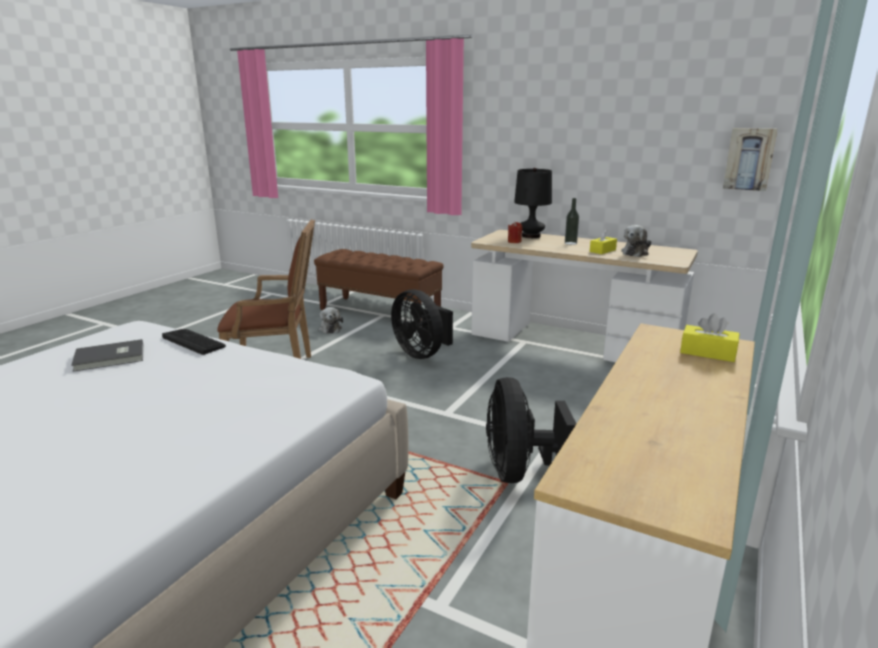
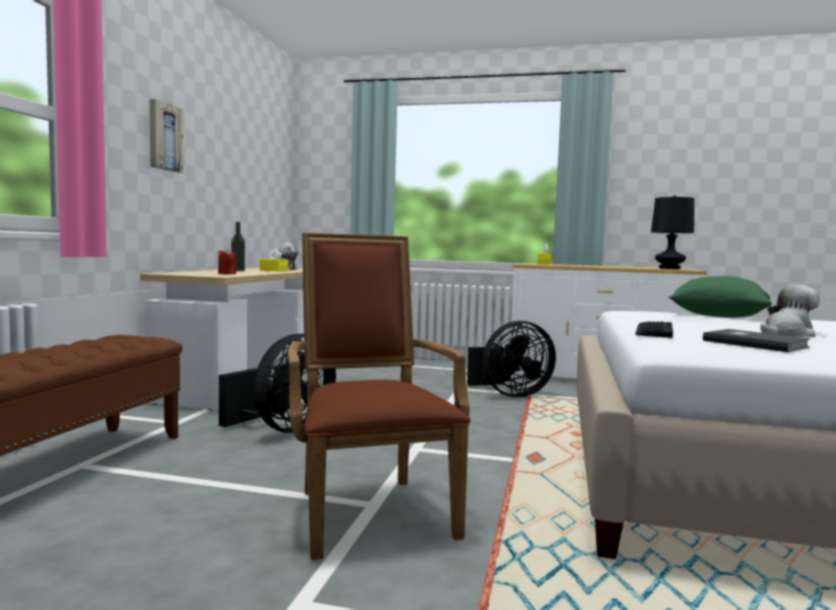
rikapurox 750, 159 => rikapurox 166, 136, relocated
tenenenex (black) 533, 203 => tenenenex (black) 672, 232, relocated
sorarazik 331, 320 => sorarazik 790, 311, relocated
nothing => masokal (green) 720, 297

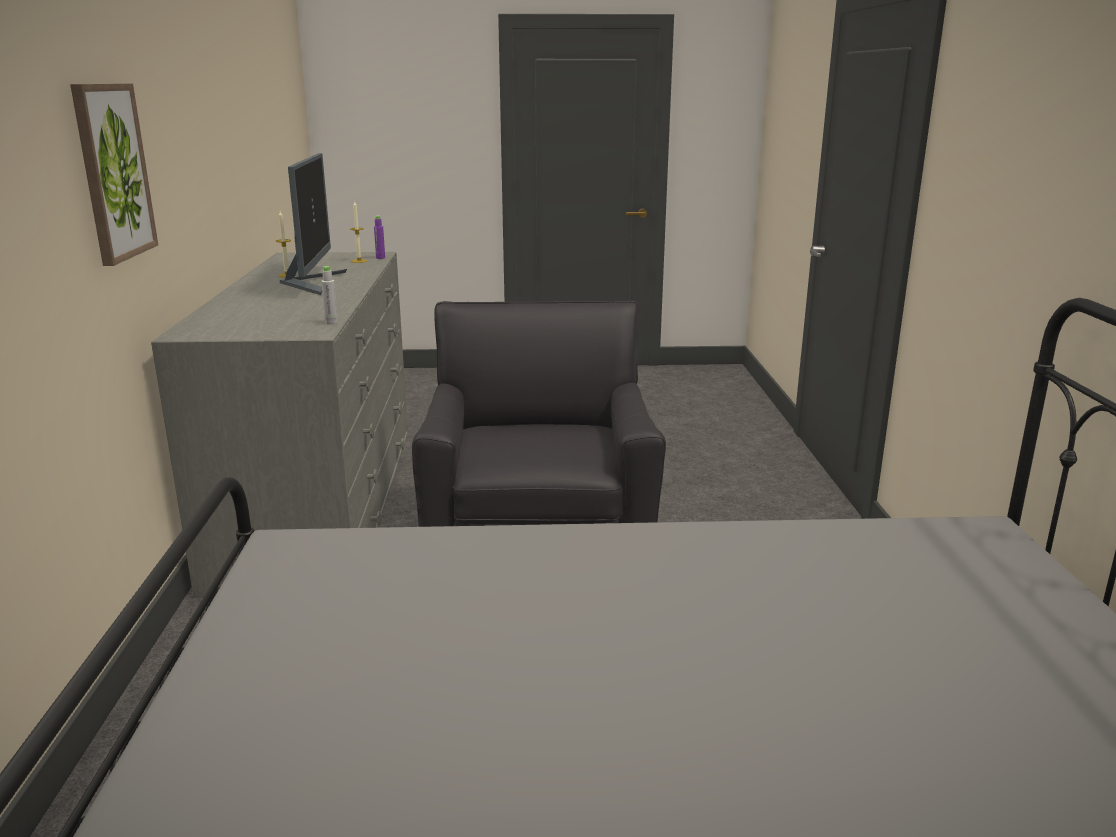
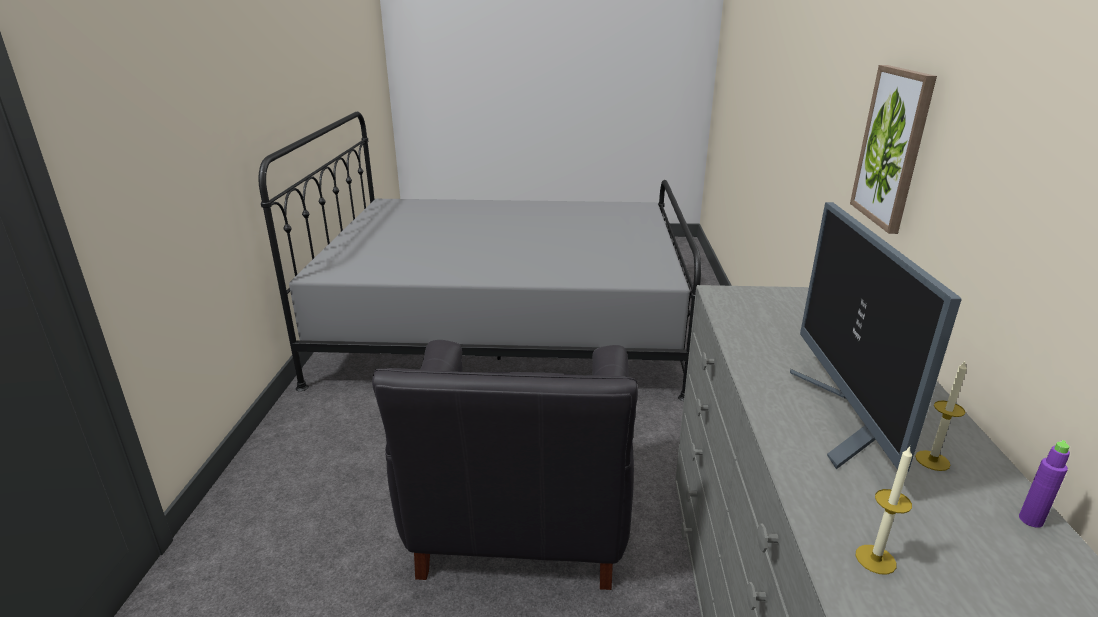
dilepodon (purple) 379, 237 => dilepodon (purple) 1044, 484, relocated
dilepodon (grey) 329, 295 => nothing

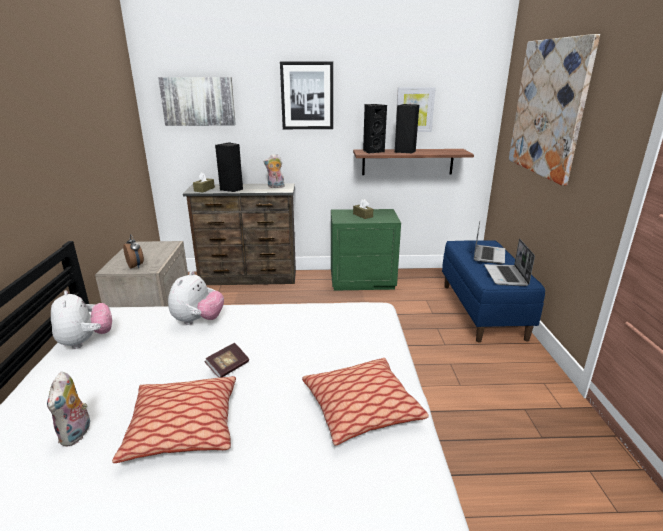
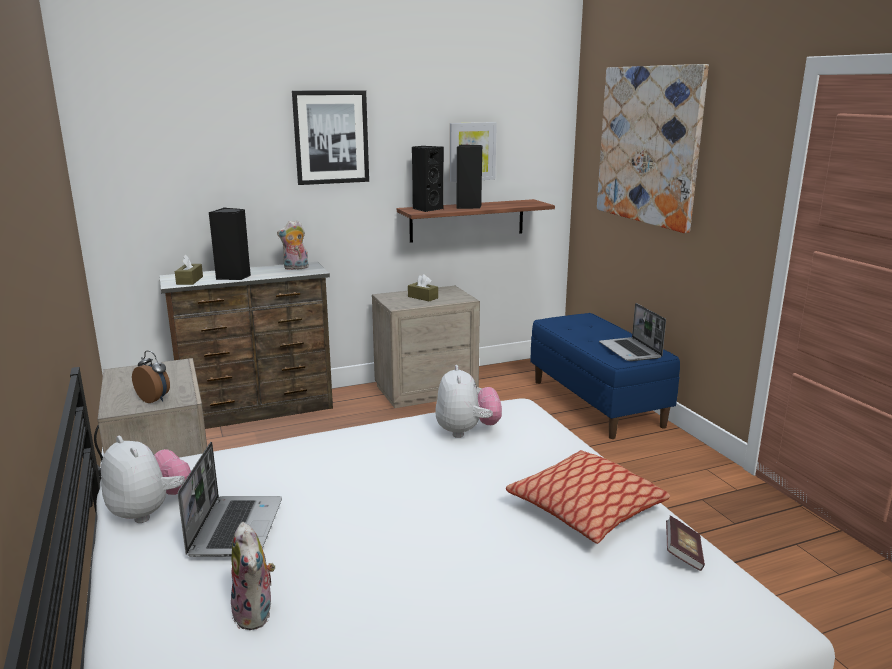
rikapurox 197, 101 => nothing
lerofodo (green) 366, 250 => lerofodo (beige) 426, 347
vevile 489, 243 => vevile 230, 499, relocated
sorarazik 196, 298 => sorarazik 468, 401, relocated
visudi 227, 360 => visudi 685, 543, relocated
masokal 174, 419 => nothing

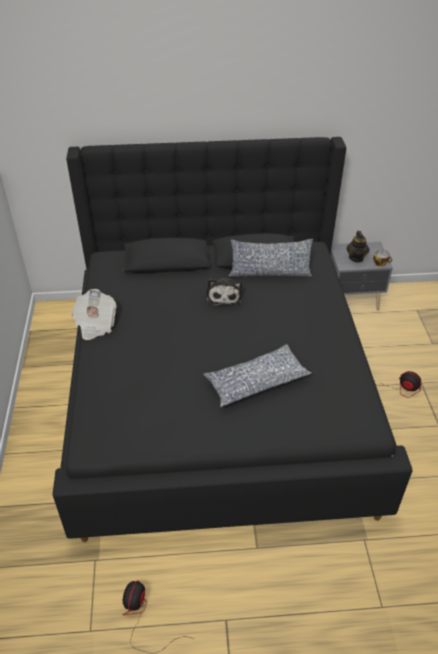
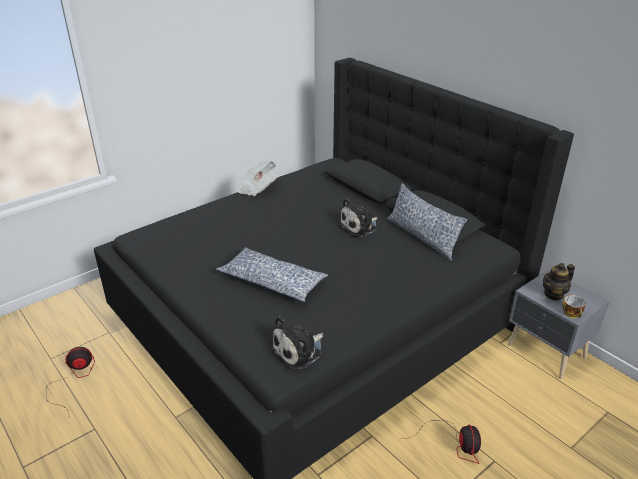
nothing => sorarazik 297, 342

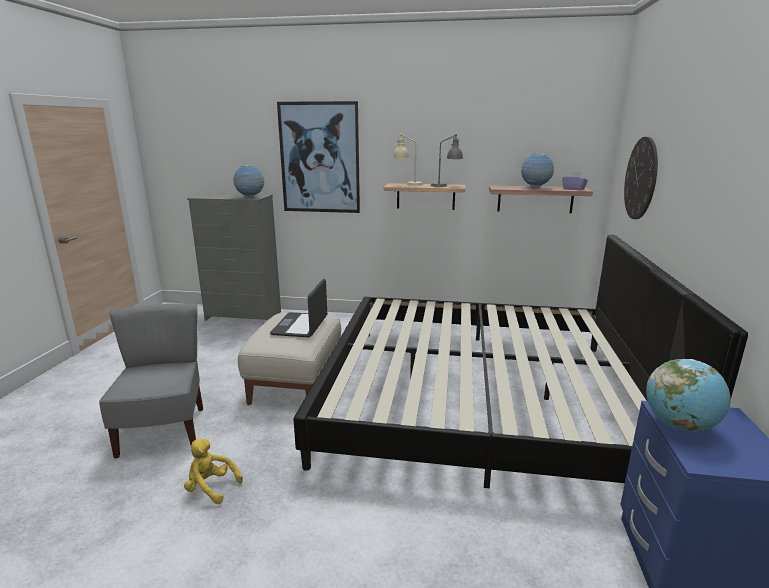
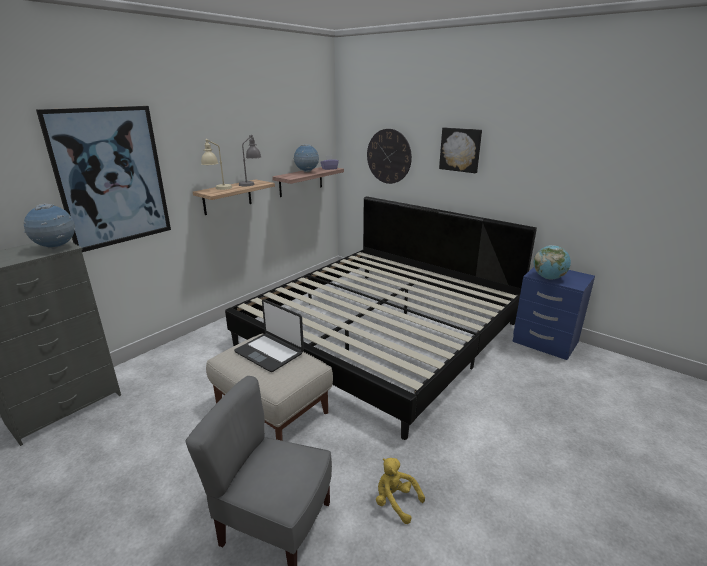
sorarazik (yellow) 213, 471 => sorarazik (yellow) 400, 491, 75 degrees clockwise
nothing => rikapurox 460, 150

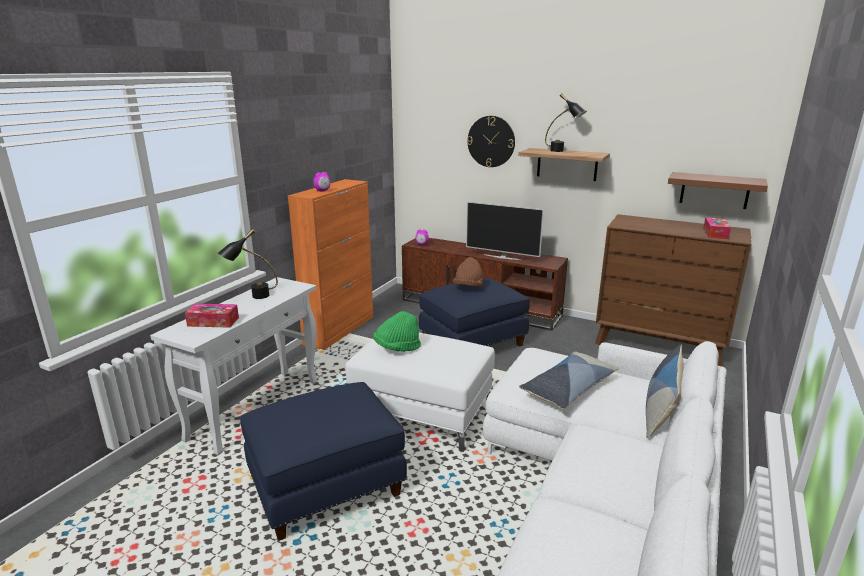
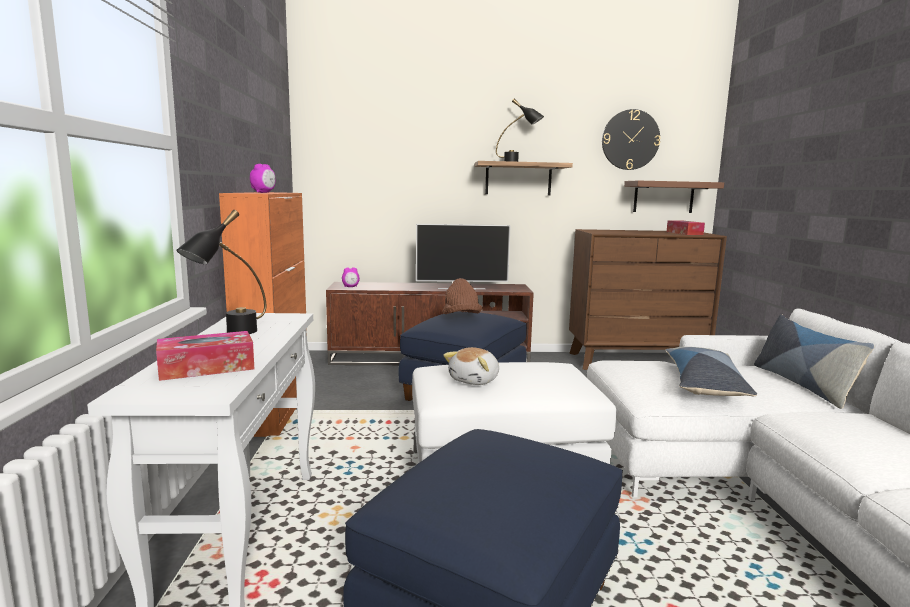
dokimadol 491, 141 => dokimadol 631, 139, relocated
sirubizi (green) 397, 331 => sorarazik 471, 366

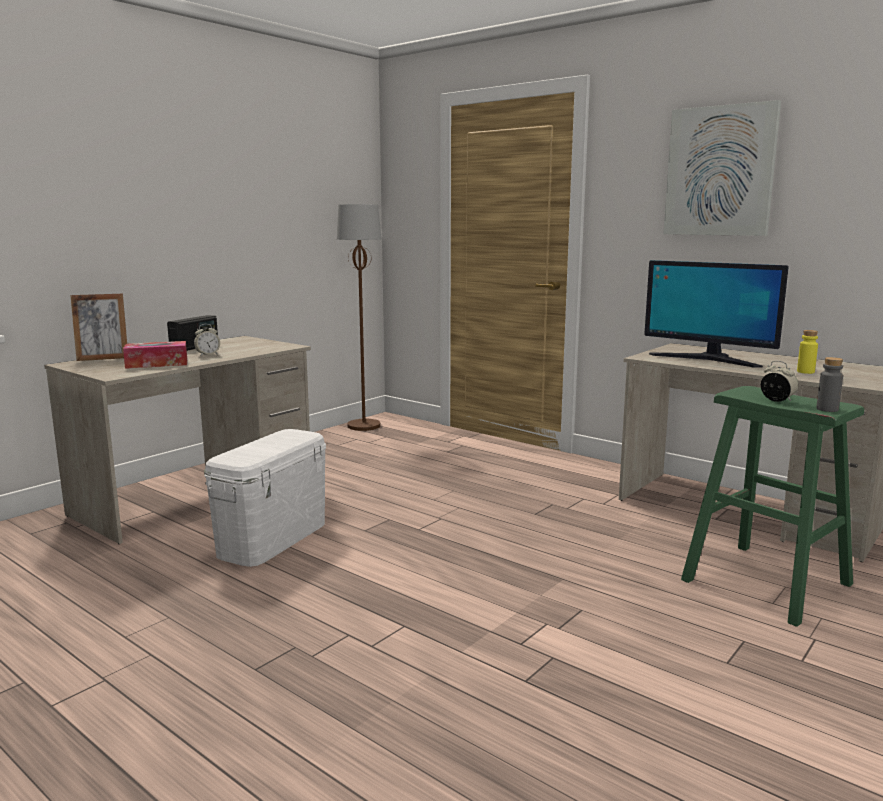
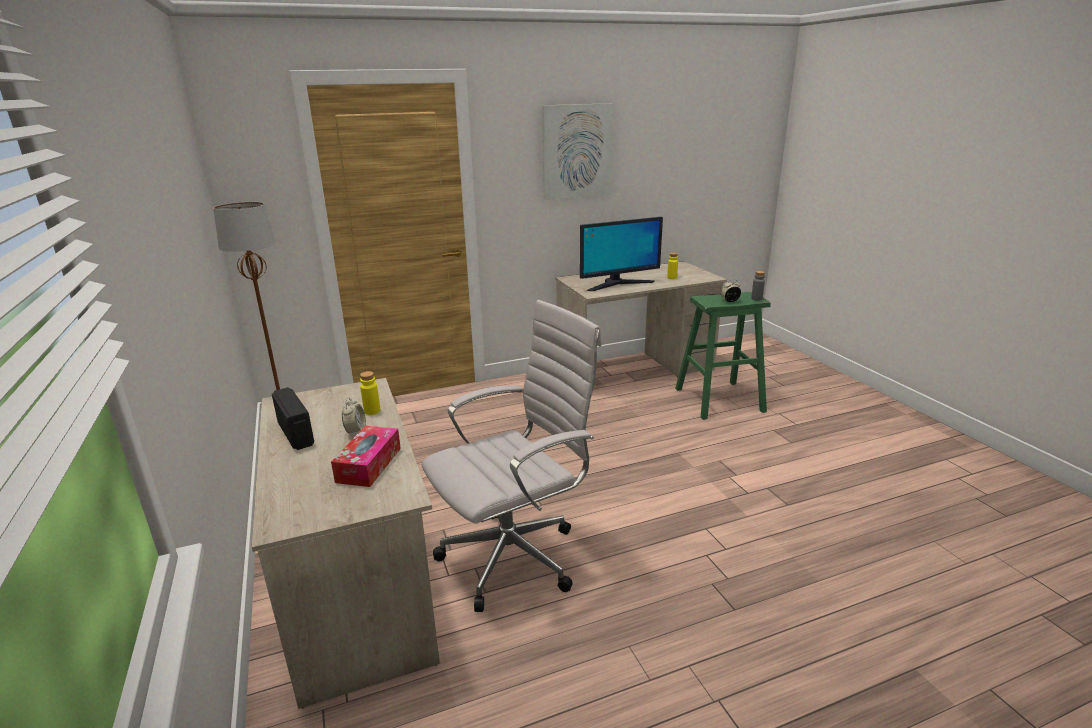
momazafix 98, 327 => nothing
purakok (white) 265, 498 => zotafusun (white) 512, 456
nothing => dilepodon (yellow) 370, 393

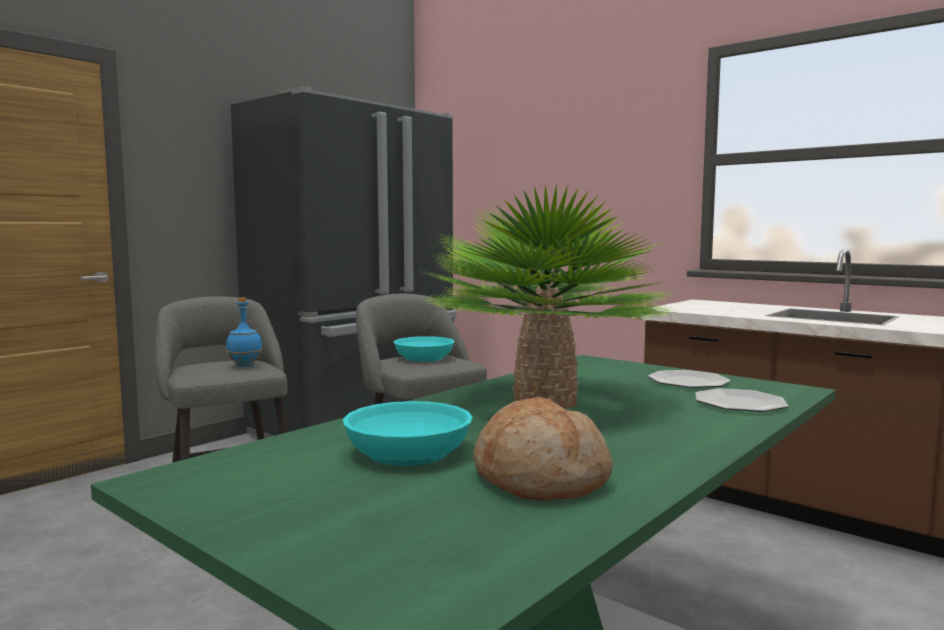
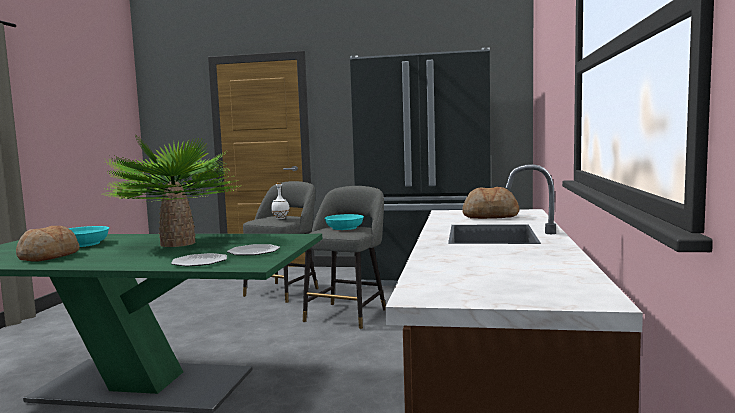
dilepodon (blue) 244, 332 => dilepodon (white) 280, 200
nothing => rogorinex 490, 203

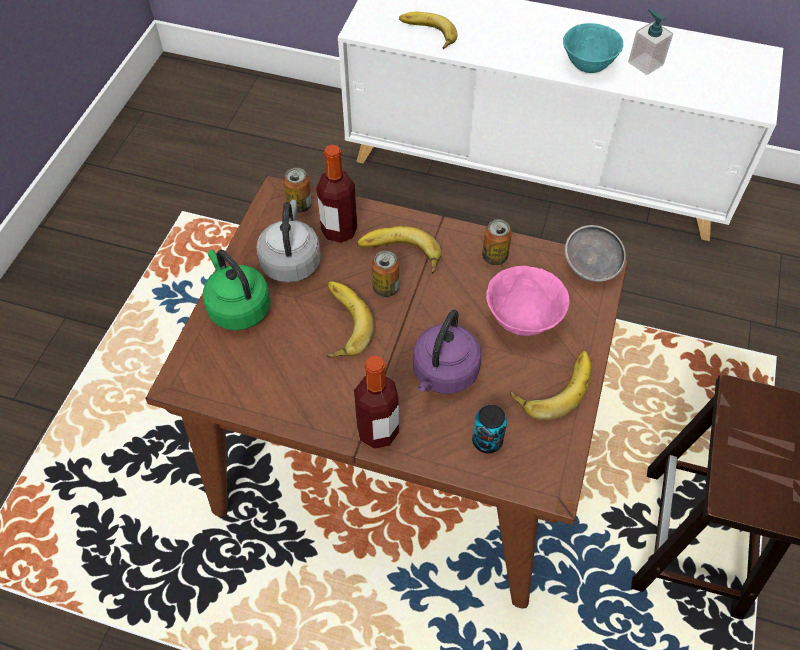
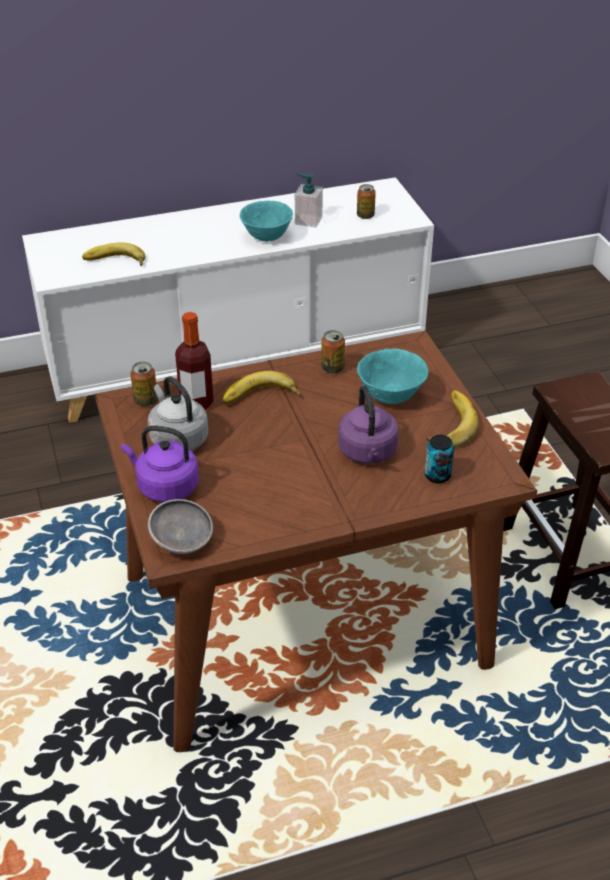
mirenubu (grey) 595, 253 => mirenubu (grey) 180, 526, relocated
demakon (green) 237, 290 => demakon (purple) 160, 463
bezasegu 385, 274 => bezasegu 366, 201, relocated
mirenubu (pink) 527, 301 => mirenubu (turquoise) 392, 376
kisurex 350, 319 => nothing
dilepodon 376, 402 => nothing

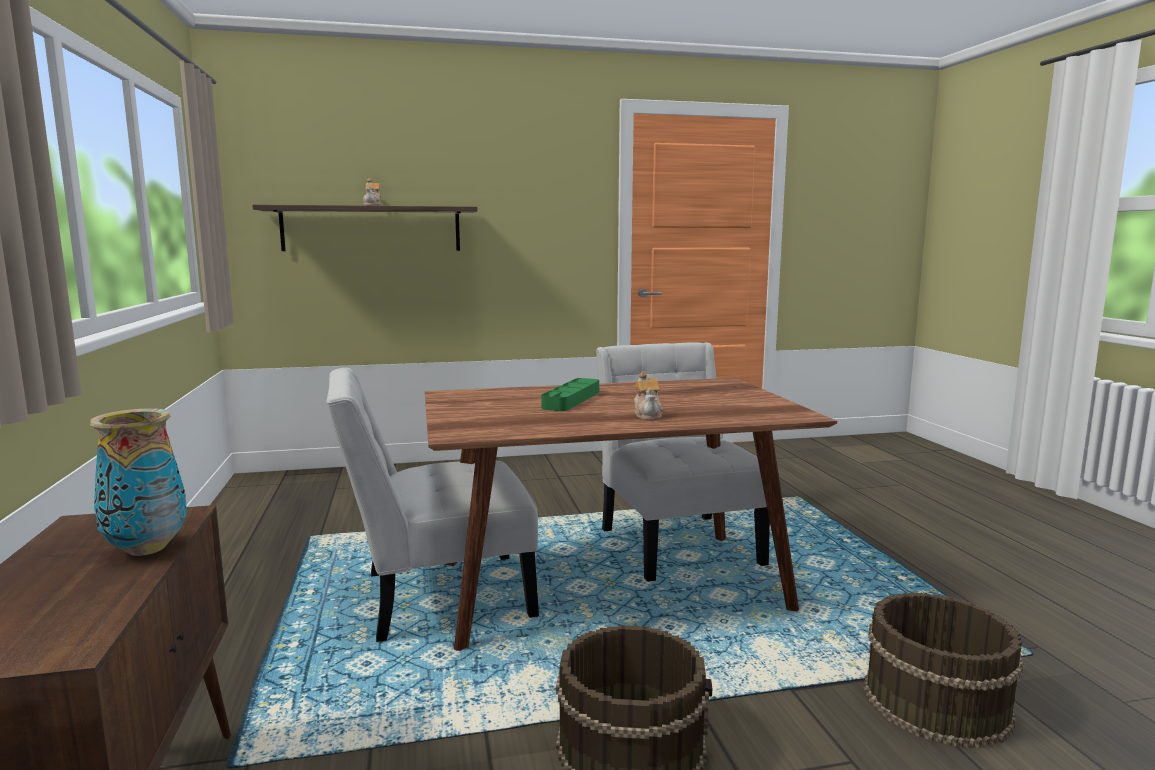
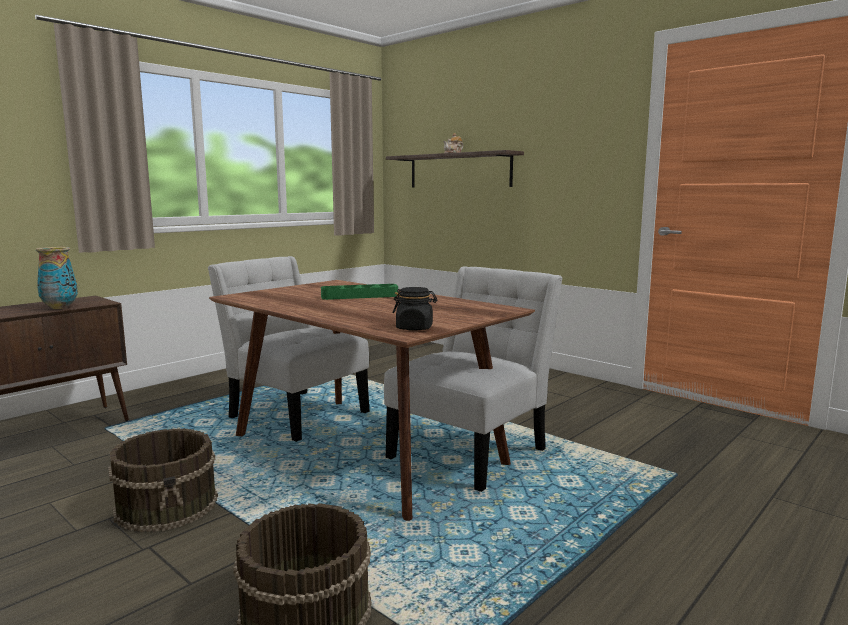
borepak 648, 396 => nothing
nothing => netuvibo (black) 415, 309

